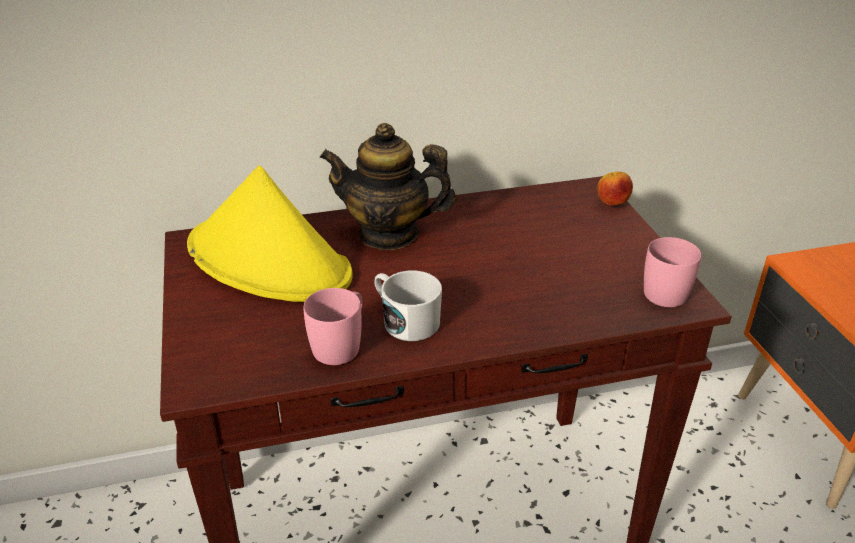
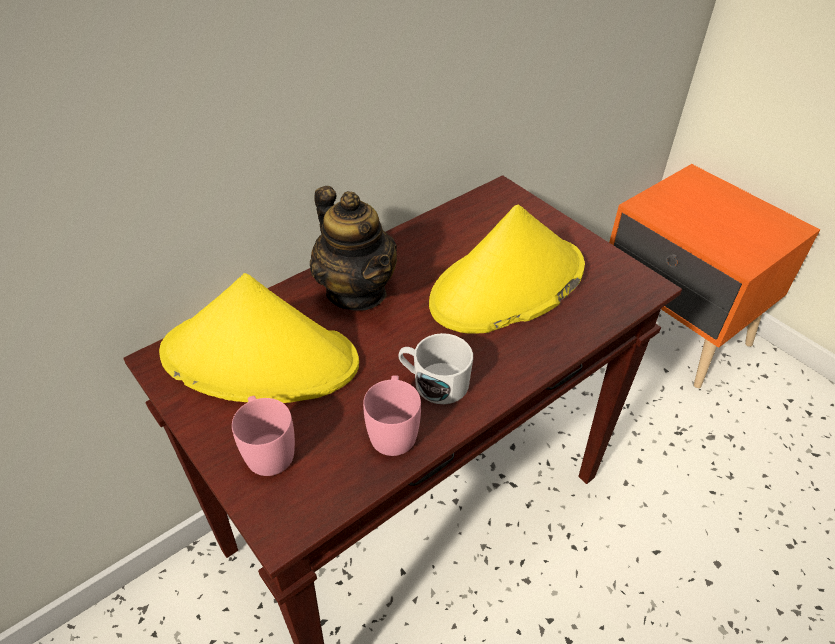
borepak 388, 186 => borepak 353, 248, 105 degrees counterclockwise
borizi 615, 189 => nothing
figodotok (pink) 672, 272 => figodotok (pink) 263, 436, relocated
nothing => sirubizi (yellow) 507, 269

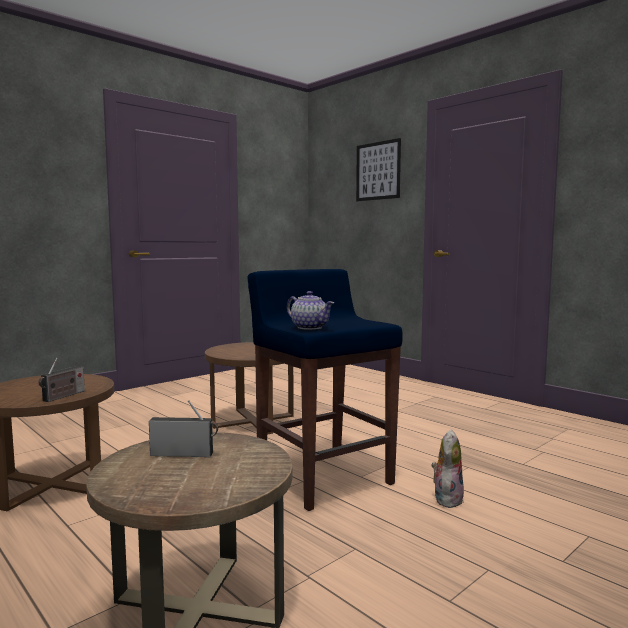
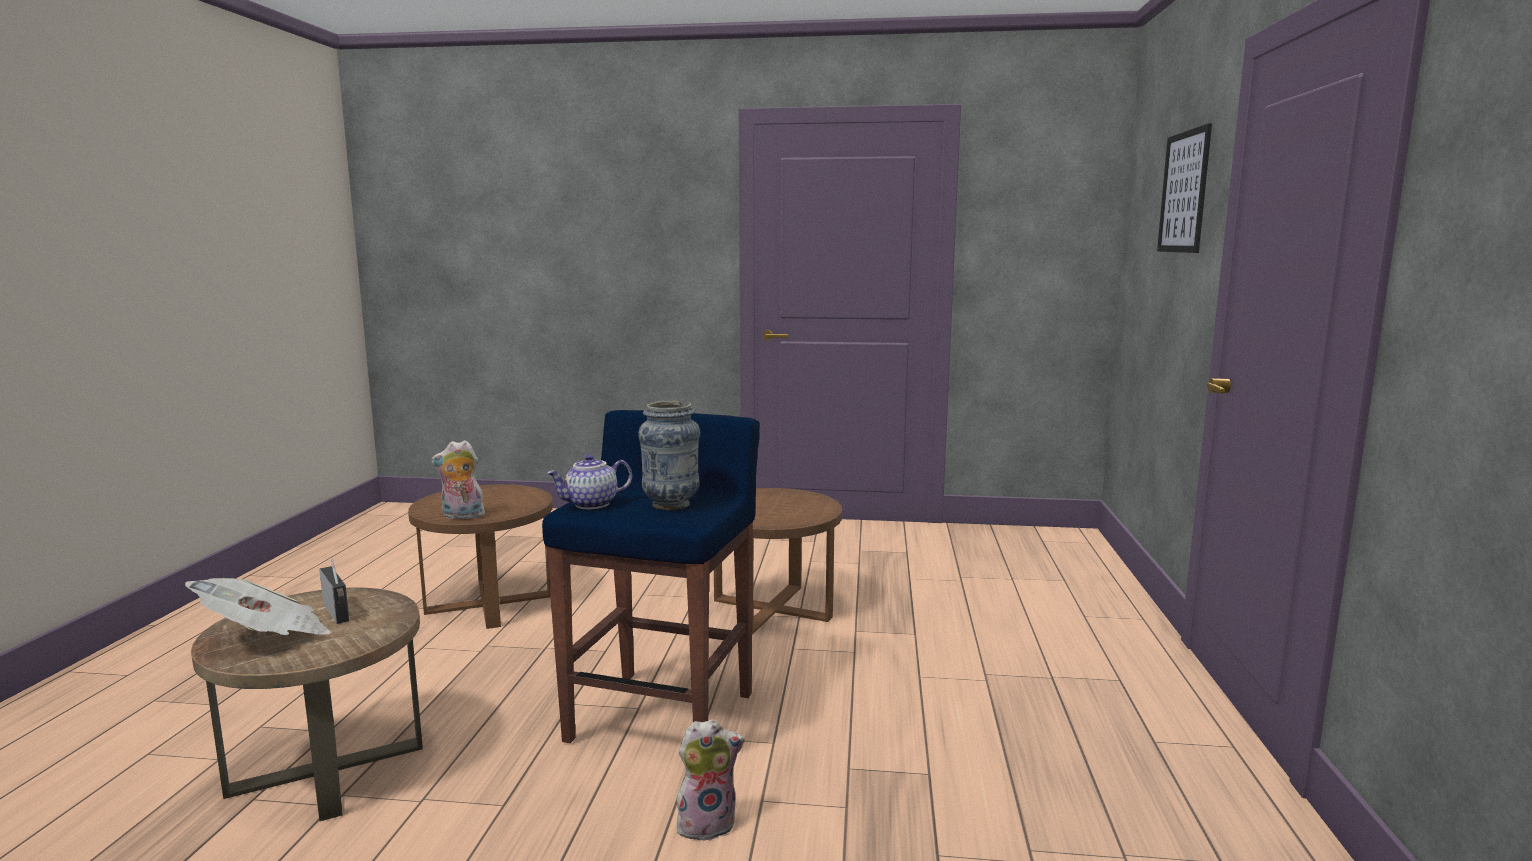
borepak 310, 310 => borepak 589, 481, 60 degrees clockwise
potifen 61, 380 => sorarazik 458, 480
nothing => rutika 669, 455
nothing => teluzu 258, 606

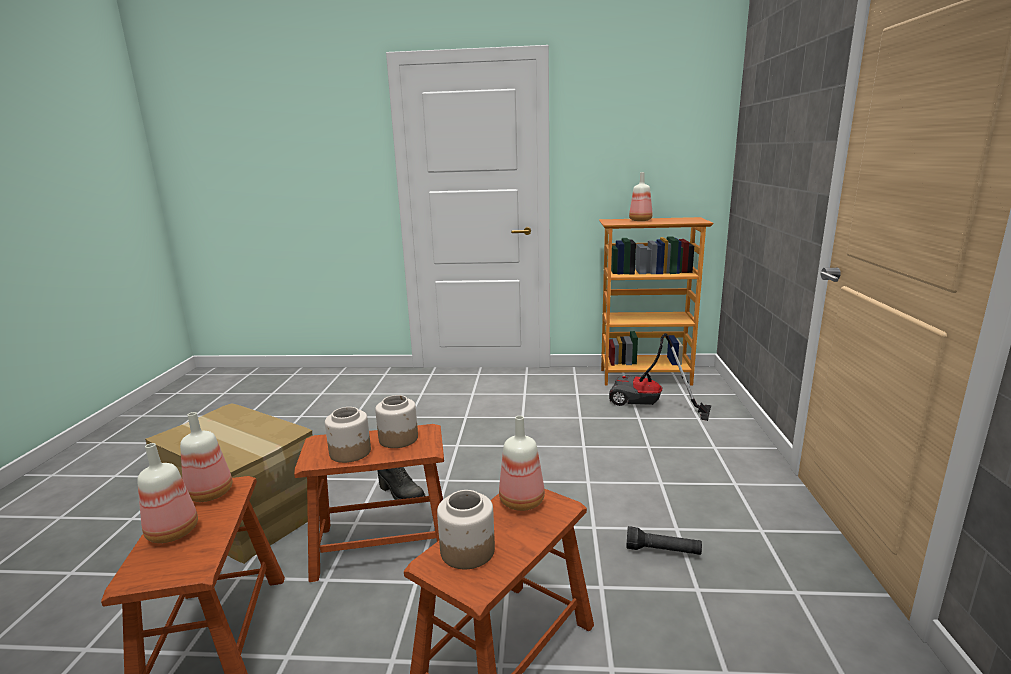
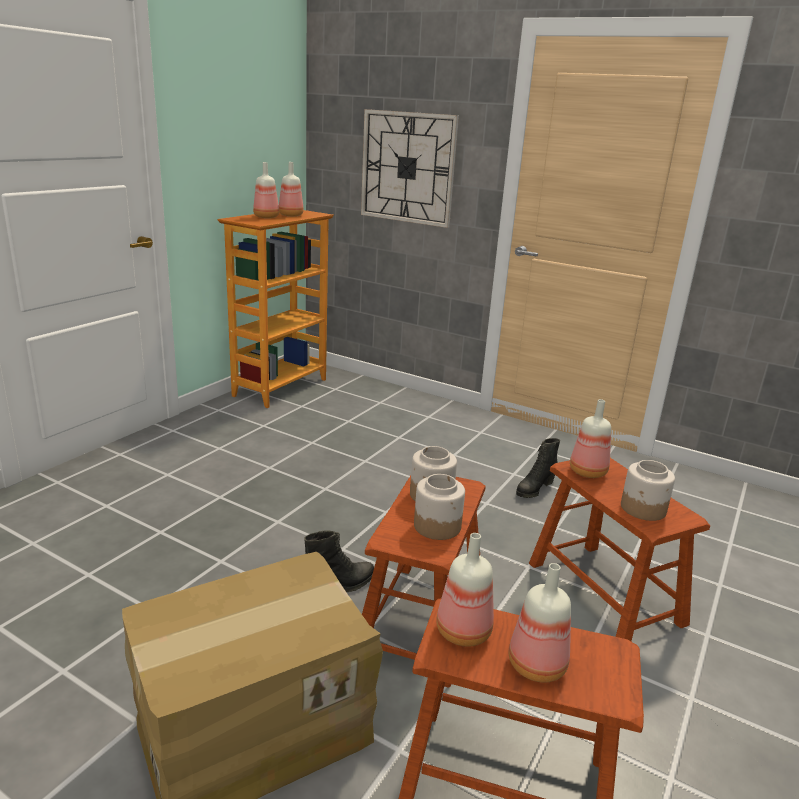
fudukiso 660, 377 => nothing
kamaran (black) 664, 540 => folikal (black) 538, 468
nothing => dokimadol 410, 168
nothing => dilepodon 291, 189

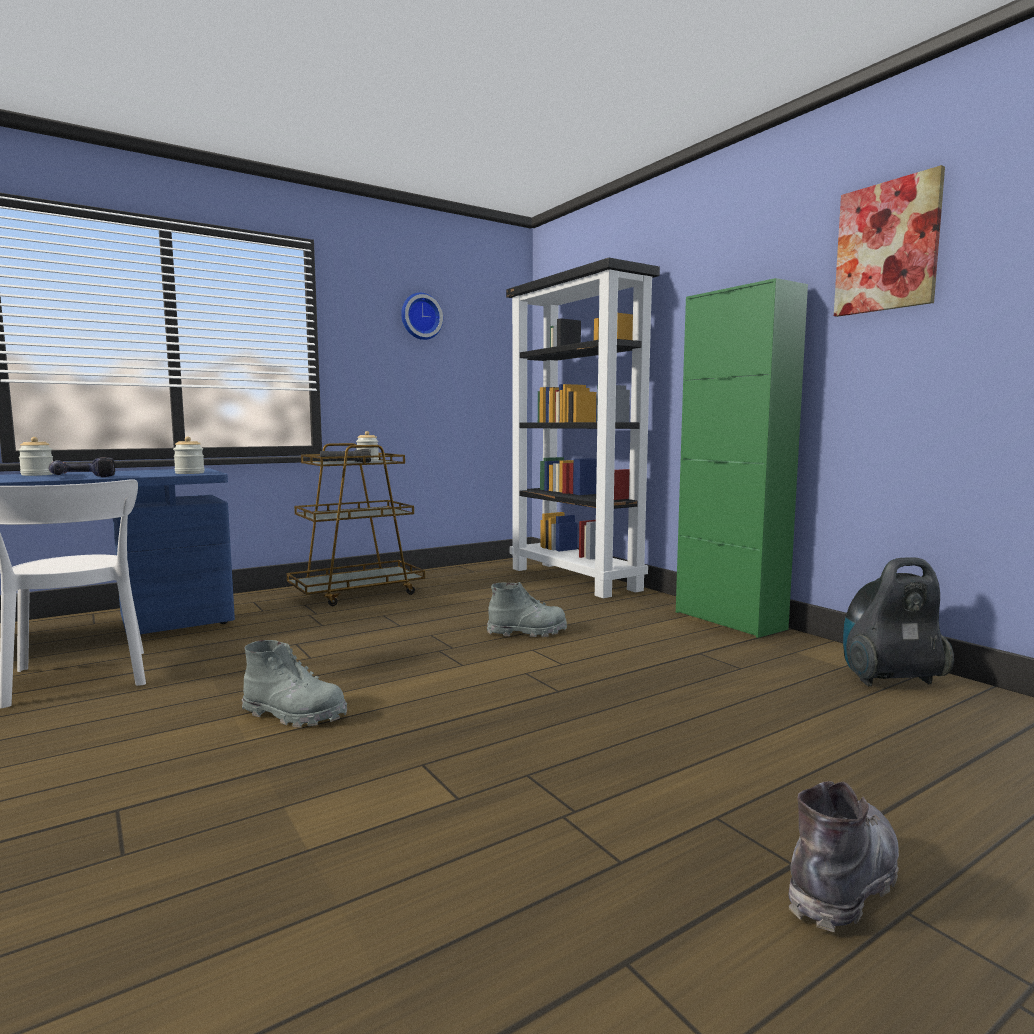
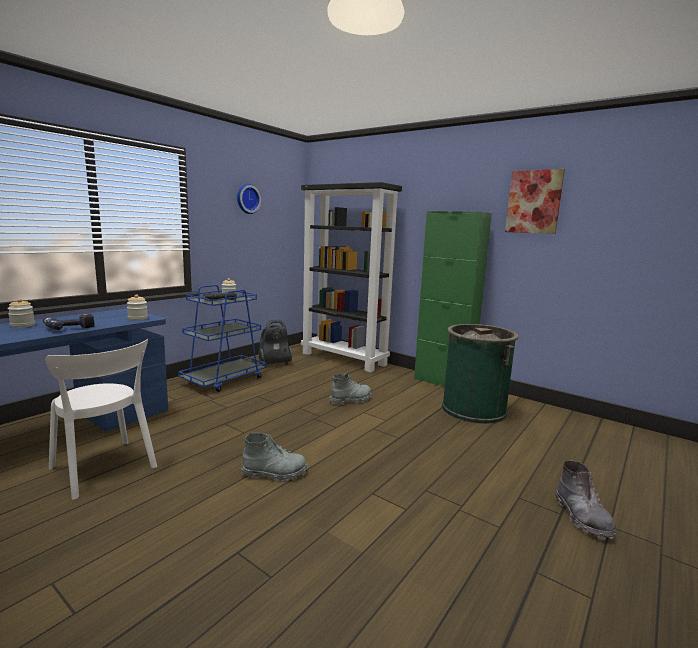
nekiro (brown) 356, 524 => nekiro (blue) 222, 338
fudukiso 898, 621 => fudukiso 275, 343, relocated
folikal (grey) 844, 856 => folikal (grey) 585, 500, 150 degrees clockwise
nothing => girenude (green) 480, 374

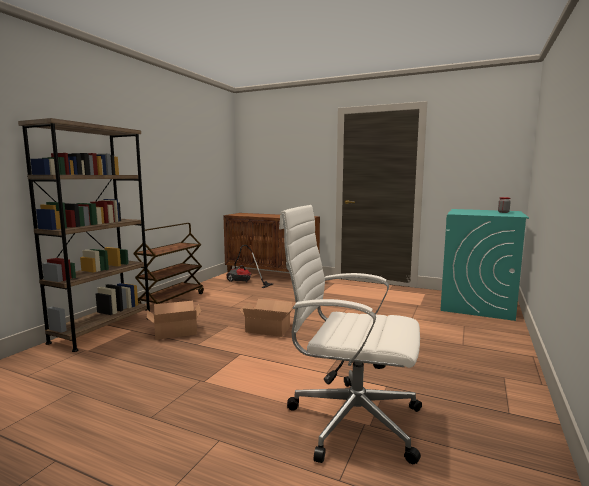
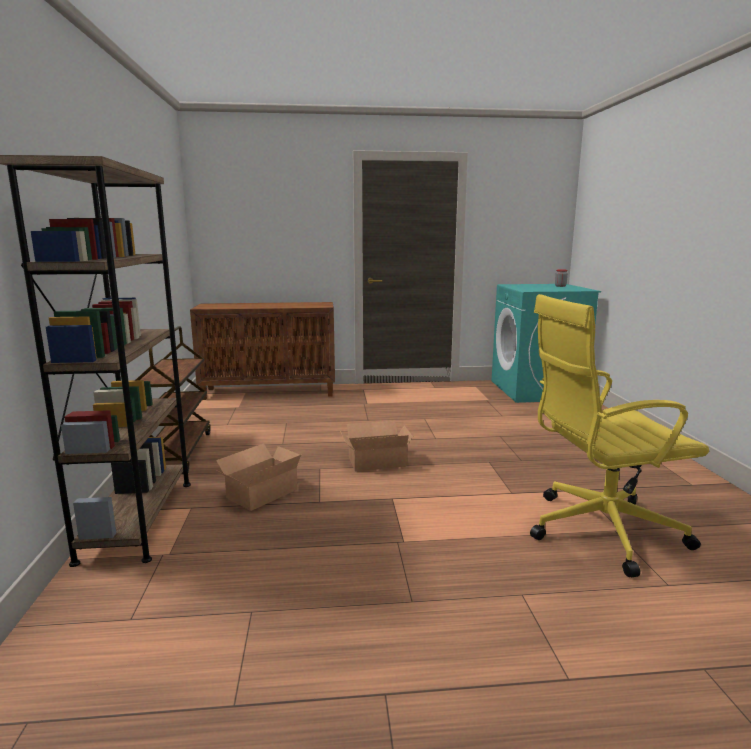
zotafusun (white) 350, 334 => zotafusun (yellow) 619, 435
fudukiso 249, 266 => nothing

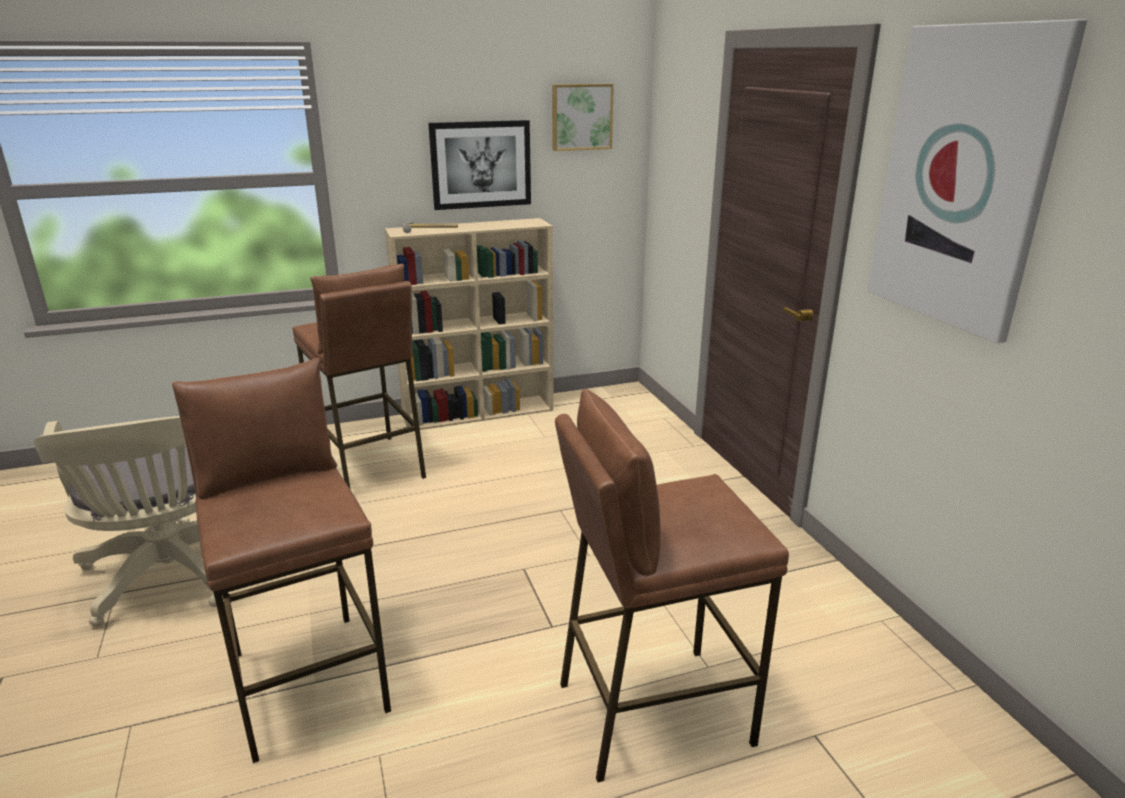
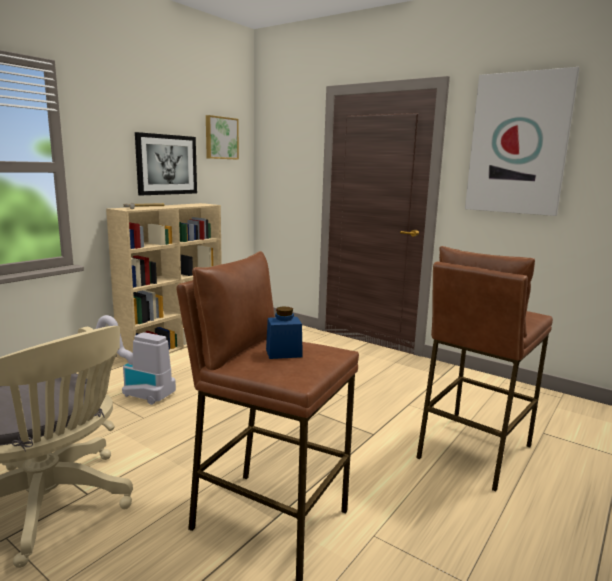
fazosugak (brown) 359, 377 => fudukiso 136, 360
nothing => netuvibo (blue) 284, 332

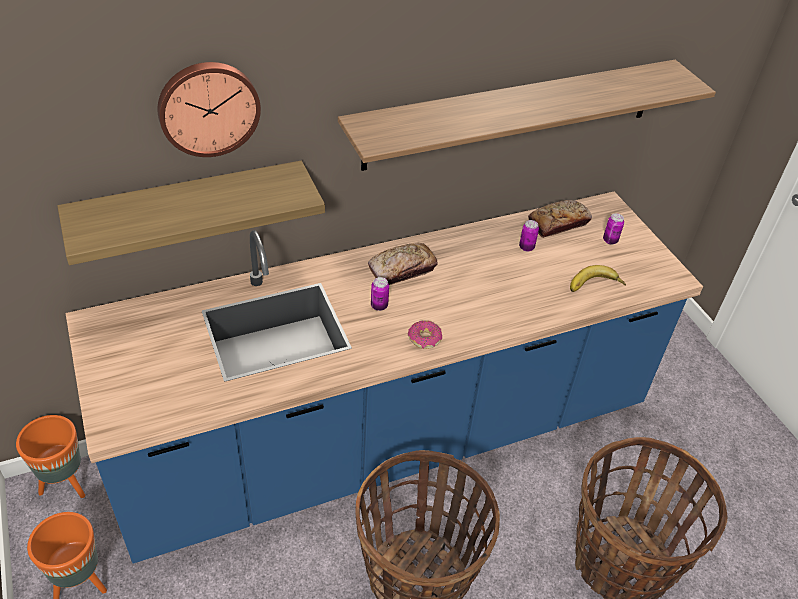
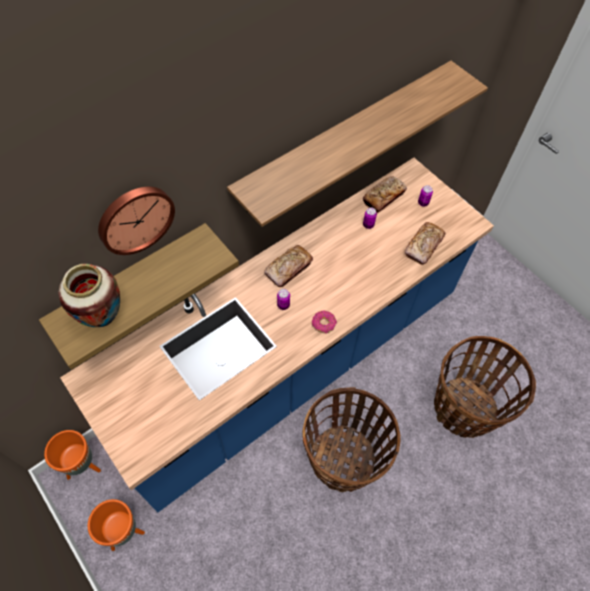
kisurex 598, 278 => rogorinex 425, 243
nothing => rutika 89, 295

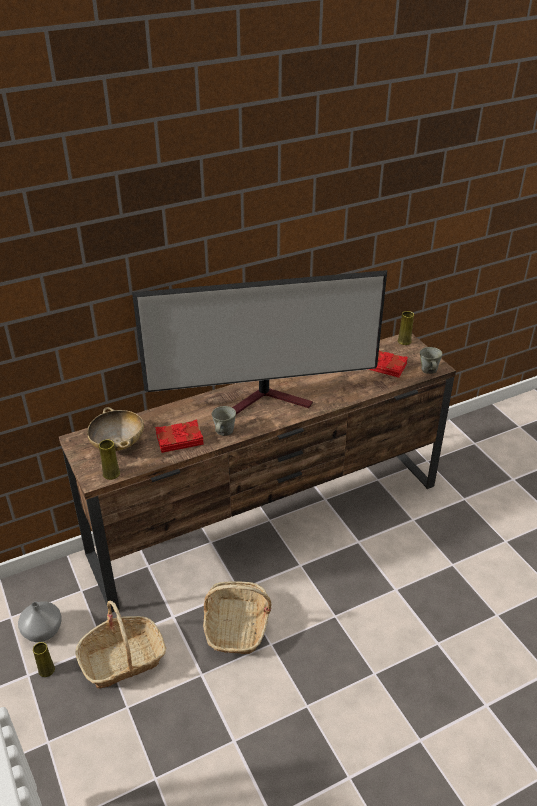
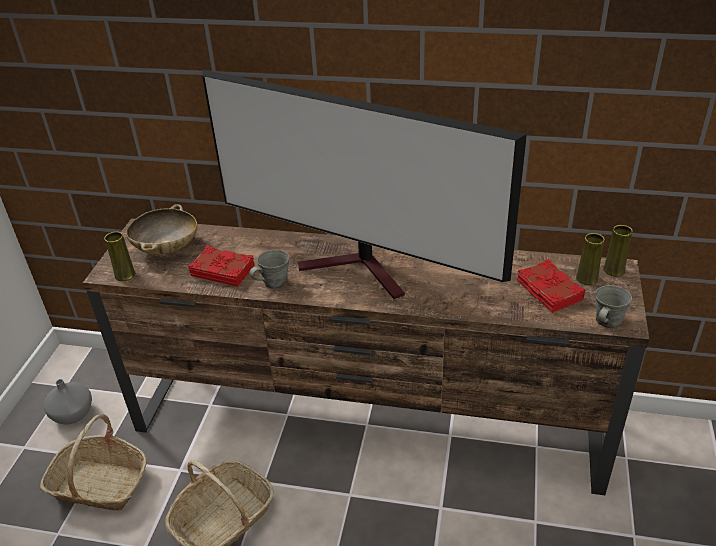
rutika (yellow) 44, 659 => rutika (yellow) 590, 259, relocated

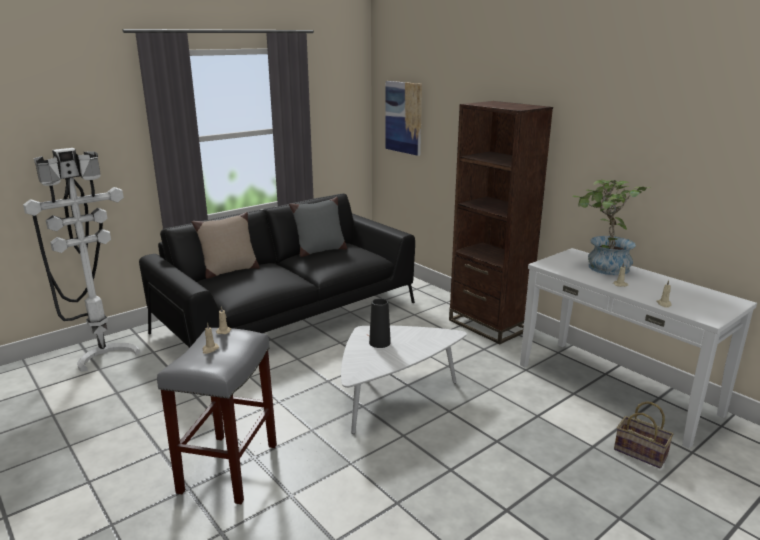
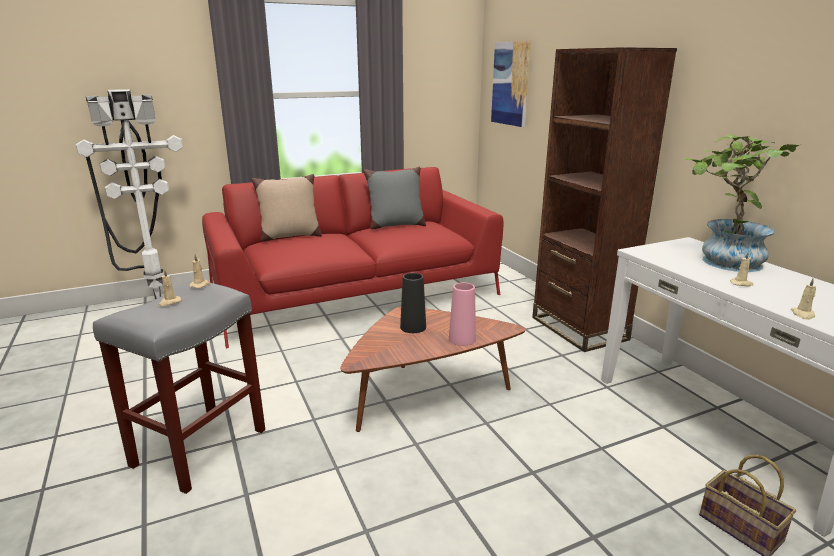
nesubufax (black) 277, 270 => nesubufax (red) 352, 257
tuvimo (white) 404, 380 => tuvimo (brown) 433, 369
nothing => rutika (pink) 462, 314

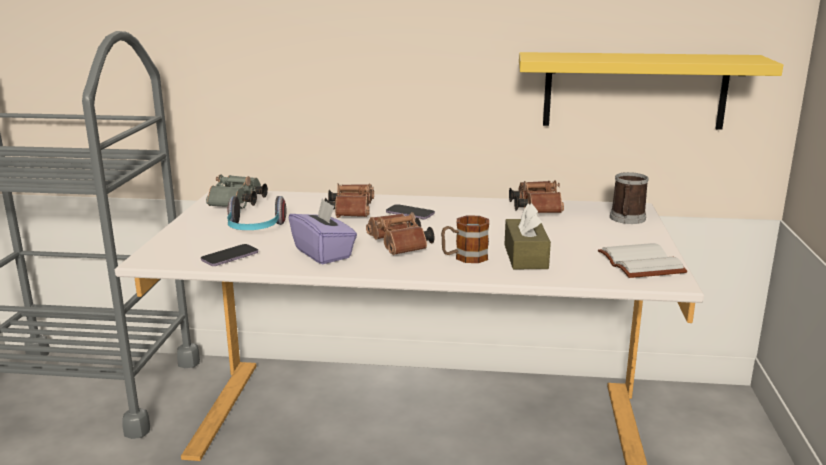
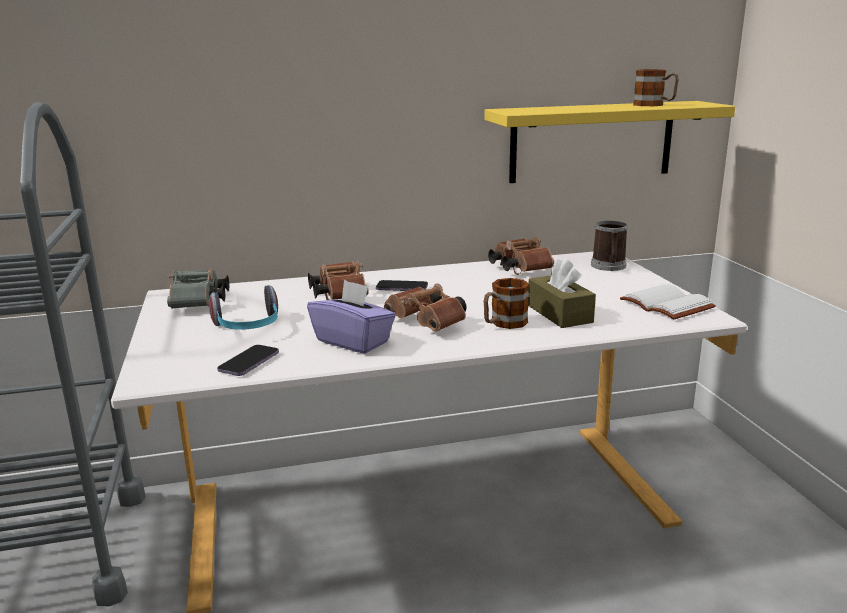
nothing => figodotok 656, 87

